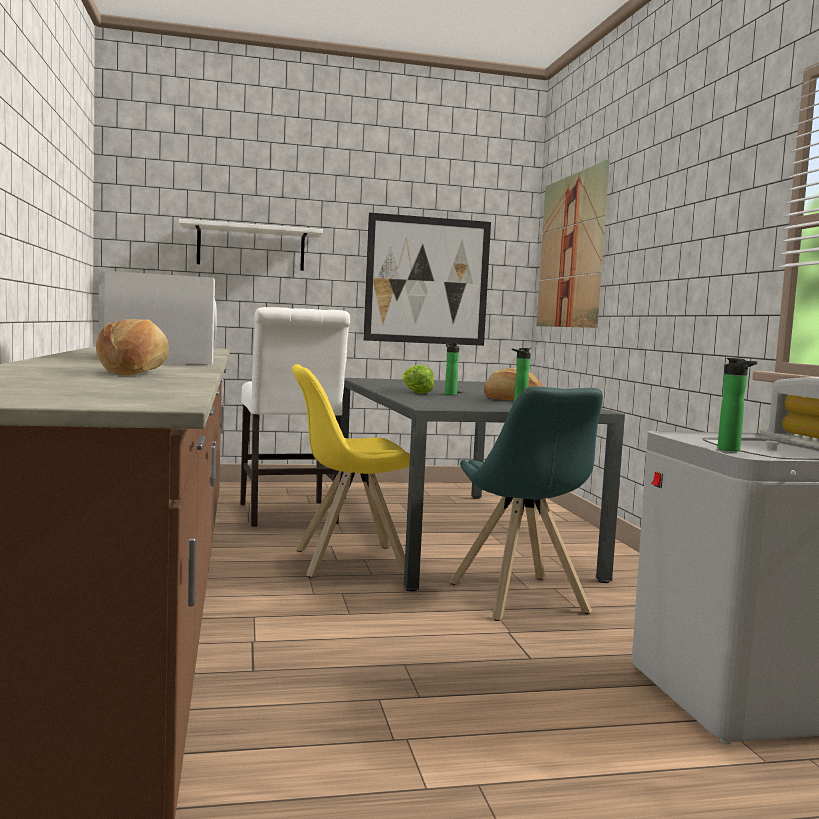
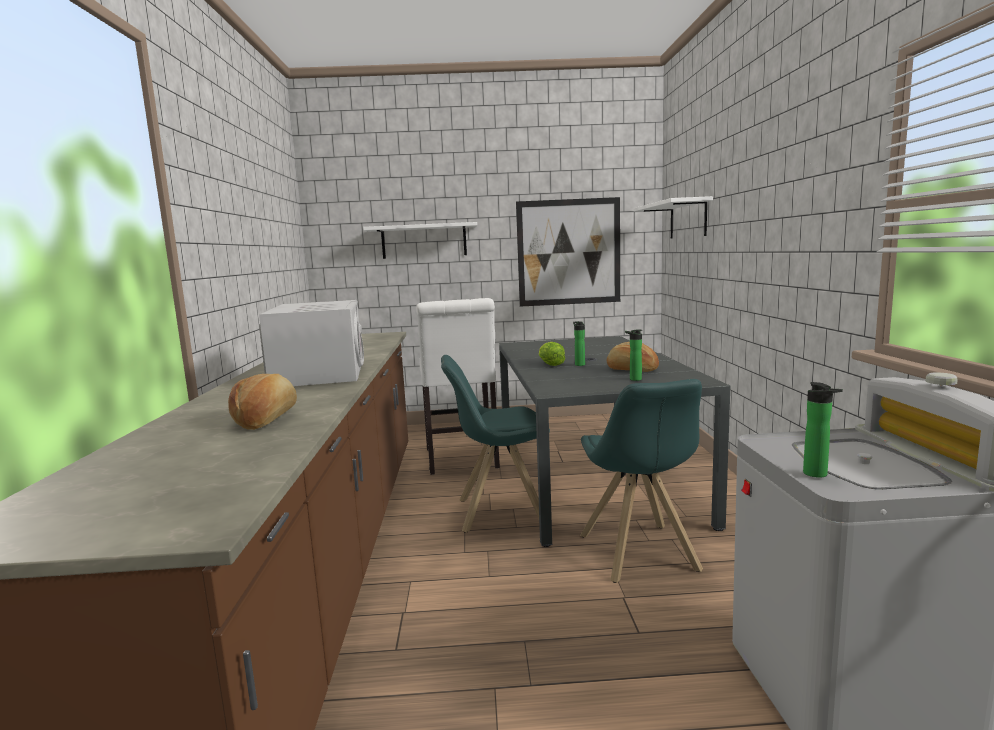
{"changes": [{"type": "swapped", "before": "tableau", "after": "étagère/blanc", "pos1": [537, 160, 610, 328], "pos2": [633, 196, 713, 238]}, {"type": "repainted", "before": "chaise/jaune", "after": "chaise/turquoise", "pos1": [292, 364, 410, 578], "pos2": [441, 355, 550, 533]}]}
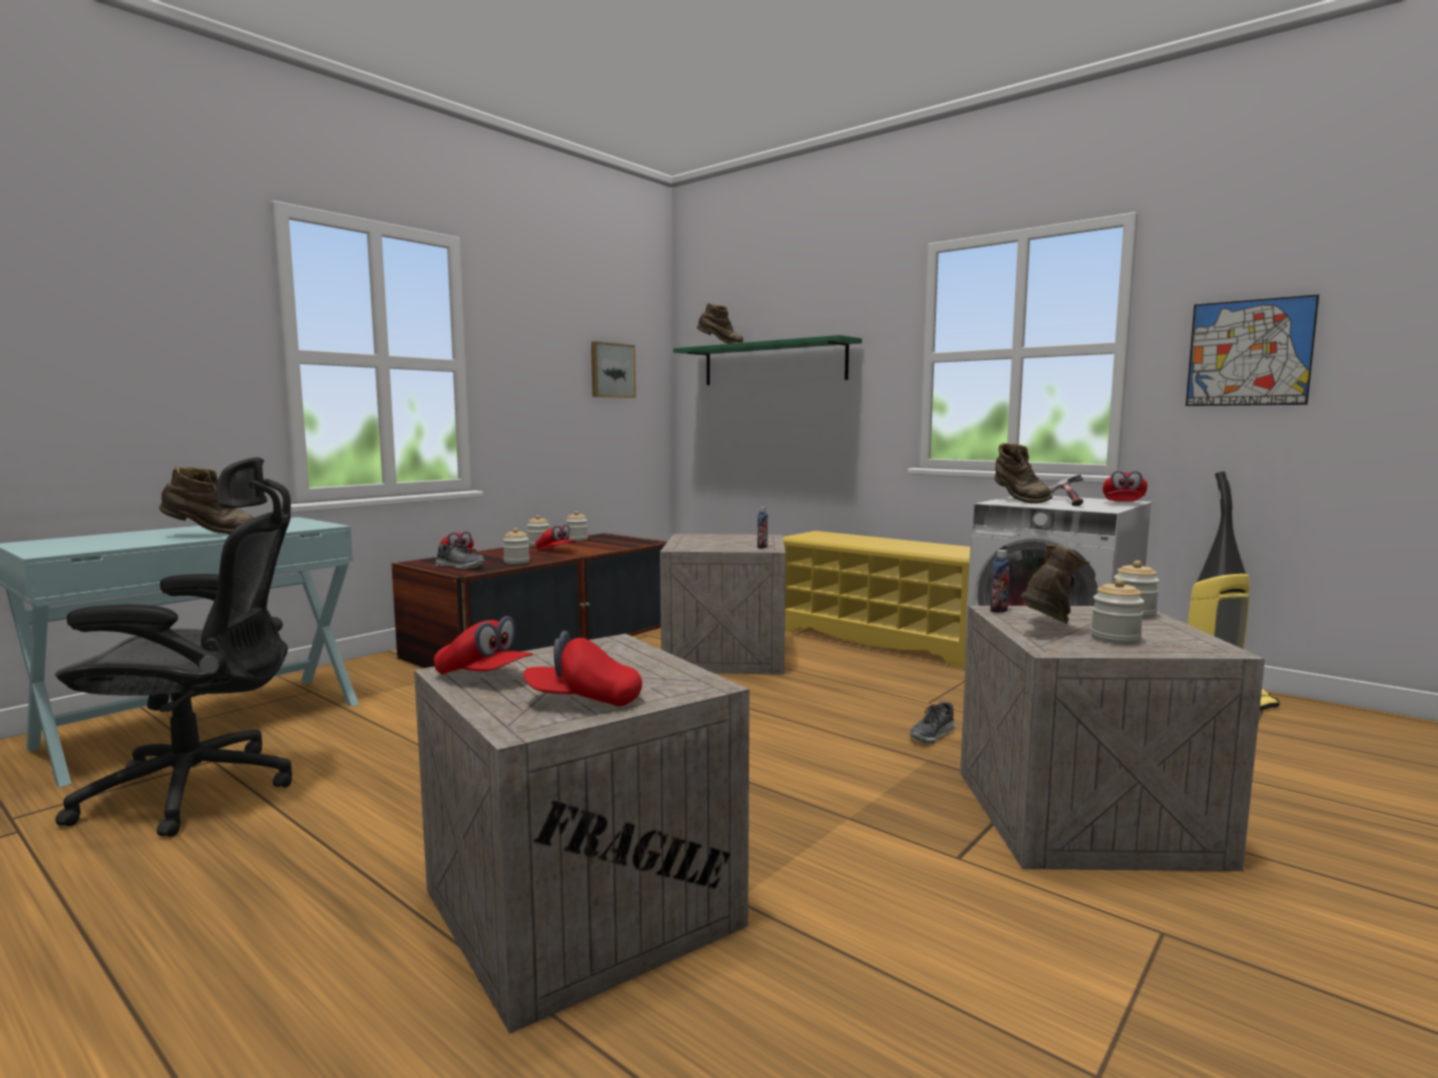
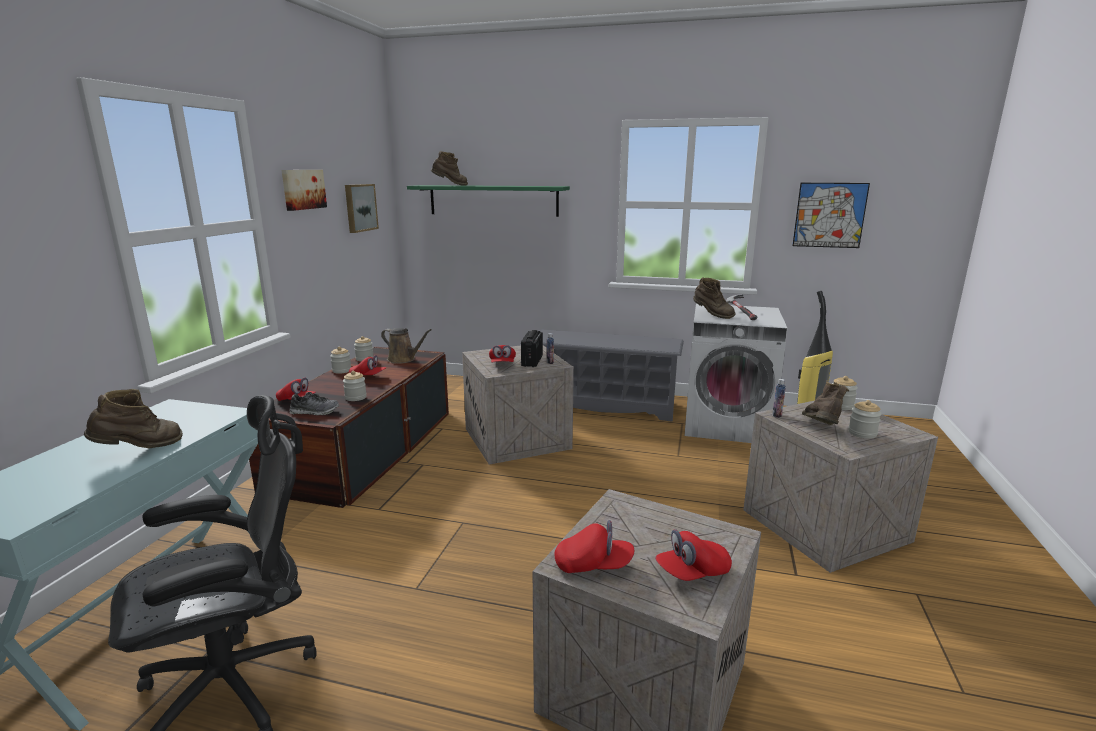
{"changes": [{"type": "shifted", "before": "casquette/rouge", "pos1": [1103, 471, 1147, 502], "pos2": [489, 345, 516, 362]}, {"type": "repainted", "before": "étagère à chaussures/jaune", "after": "étagère à chaussures/gris", "pos1": [783, 531, 970, 668], "pos2": [539, 329, 684, 422]}, {"type": "gone", "before": "chaussure", "pos1": [909, 701, 955, 744]}, {"type": "new", "after": "tableau", "pos2": [282, 170, 327, 211]}, {"type": "new", "after": "arrosoir/marron", "pos2": [381, 328, 432, 364]}, {"type": "new", "after": "radio", "pos2": [521, 330, 543, 367]}]}
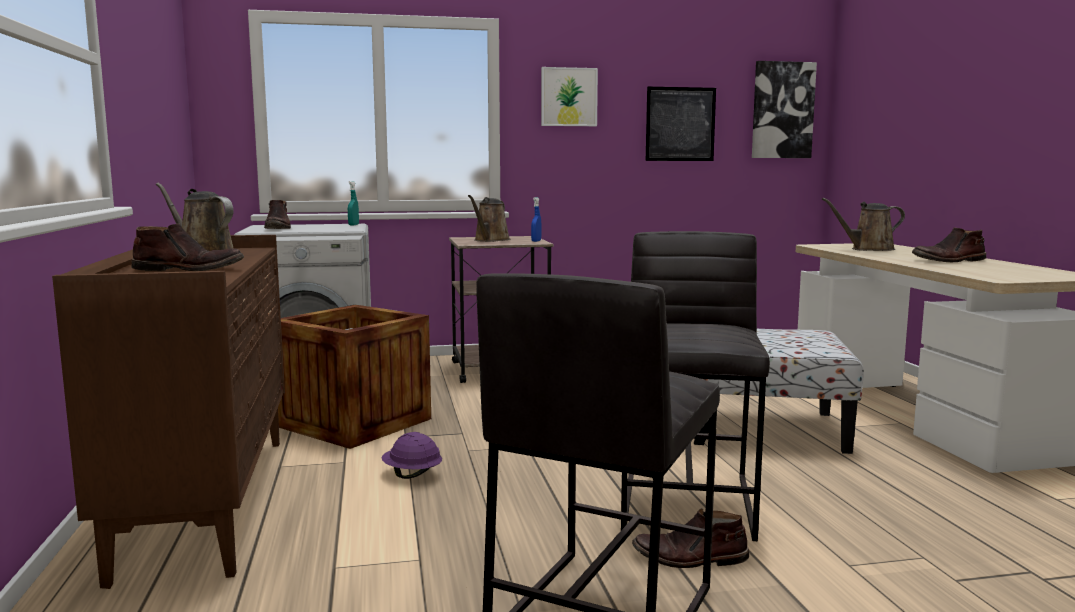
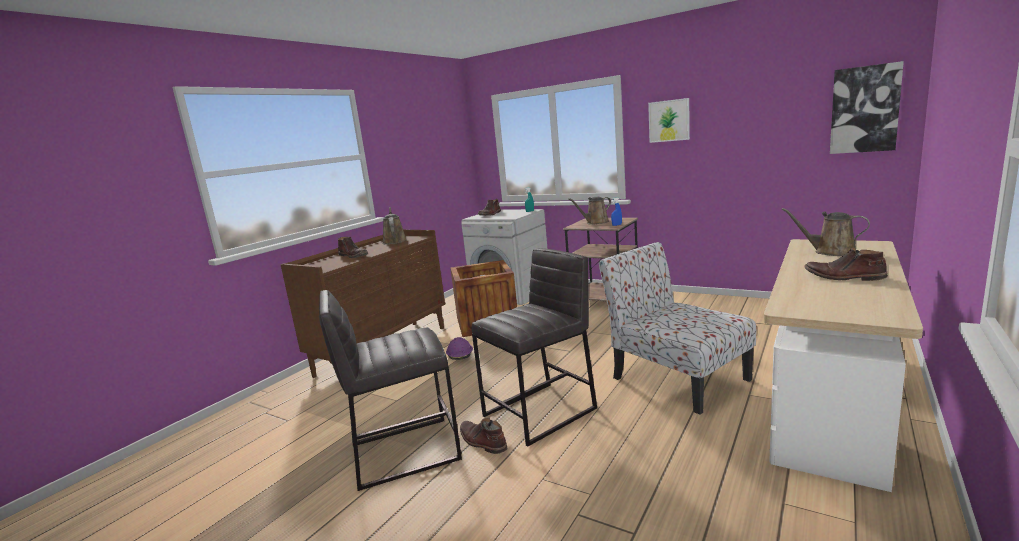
{"changes": [{"type": "gone", "before": "tableau", "pos1": [646, 87, 716, 161]}]}
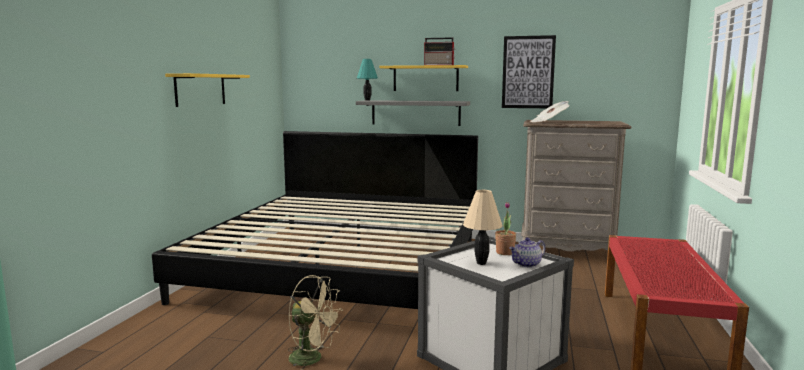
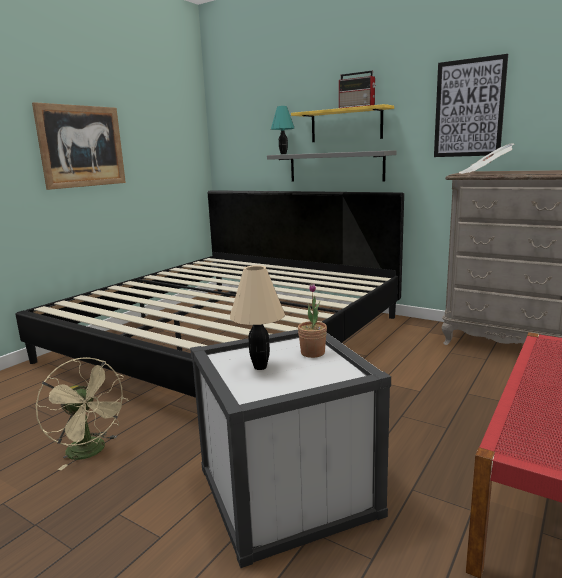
{"changes": [{"type": "swapped", "before": "étagère/jaune", "after": "tableau", "pos1": [165, 73, 250, 107], "pos2": [32, 102, 126, 190]}, {"type": "gone", "before": "théière", "pos1": [509, 238, 546, 268]}]}
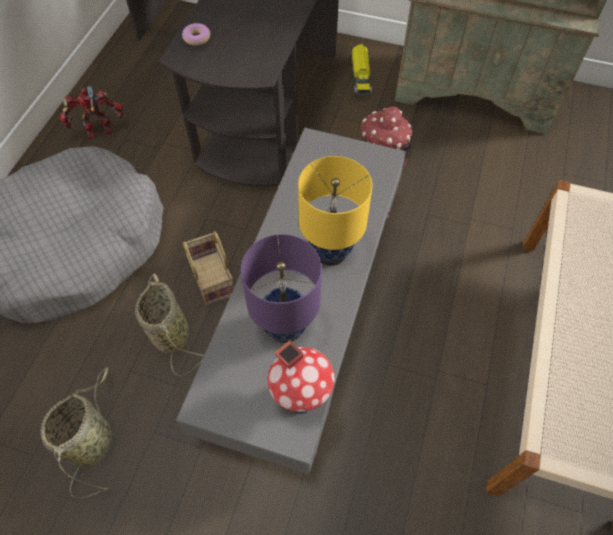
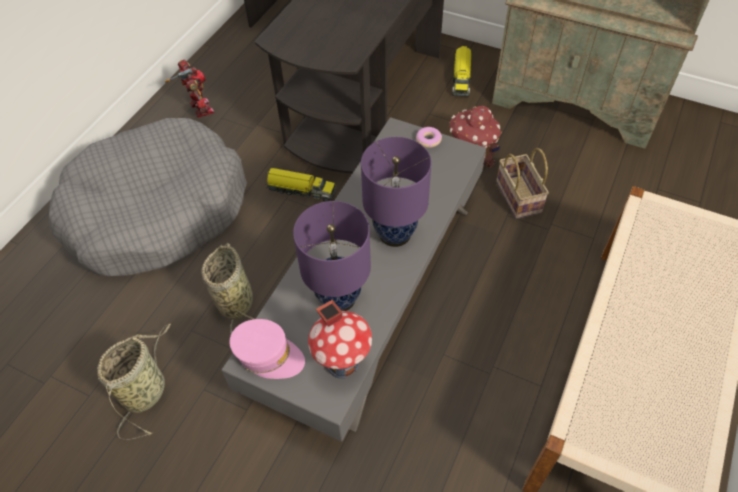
{"changes": [{"type": "shifted", "before": "beignet", "pos1": [182, 23, 211, 46], "pos2": [416, 127, 442, 148]}, {"type": "rotated", "before": "robot jouet", "pos1": [60, 86, 124, 139], "pos2": [165, 59, 214, 118], "turn": 75}, {"type": "repainted", "before": "lampe de table/jaune", "after": "lampe de table/violet", "pos1": [298, 156, 372, 266], "pos2": [361, 137, 432, 247]}, {"type": "shifted", "before": "panier", "pos1": [183, 231, 234, 305], "pos2": [496, 148, 549, 219]}, {"type": "new", "after": "camion jouet", "pos2": [266, 168, 336, 202]}, {"type": "new", "after": "casquette/rose", "pos2": [230, 319, 305, 379]}]}
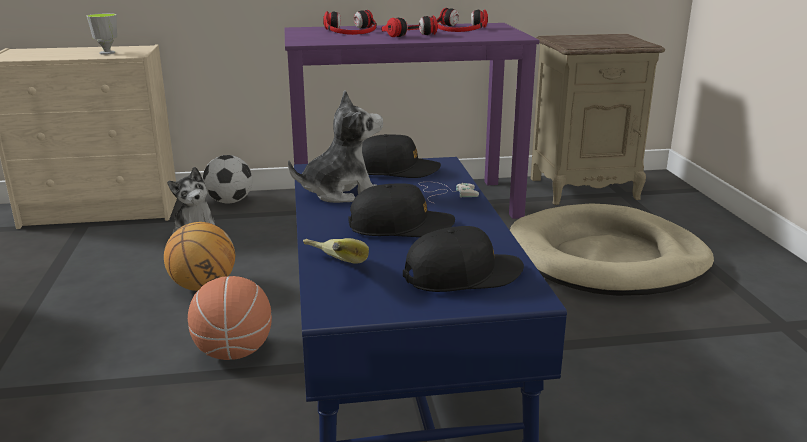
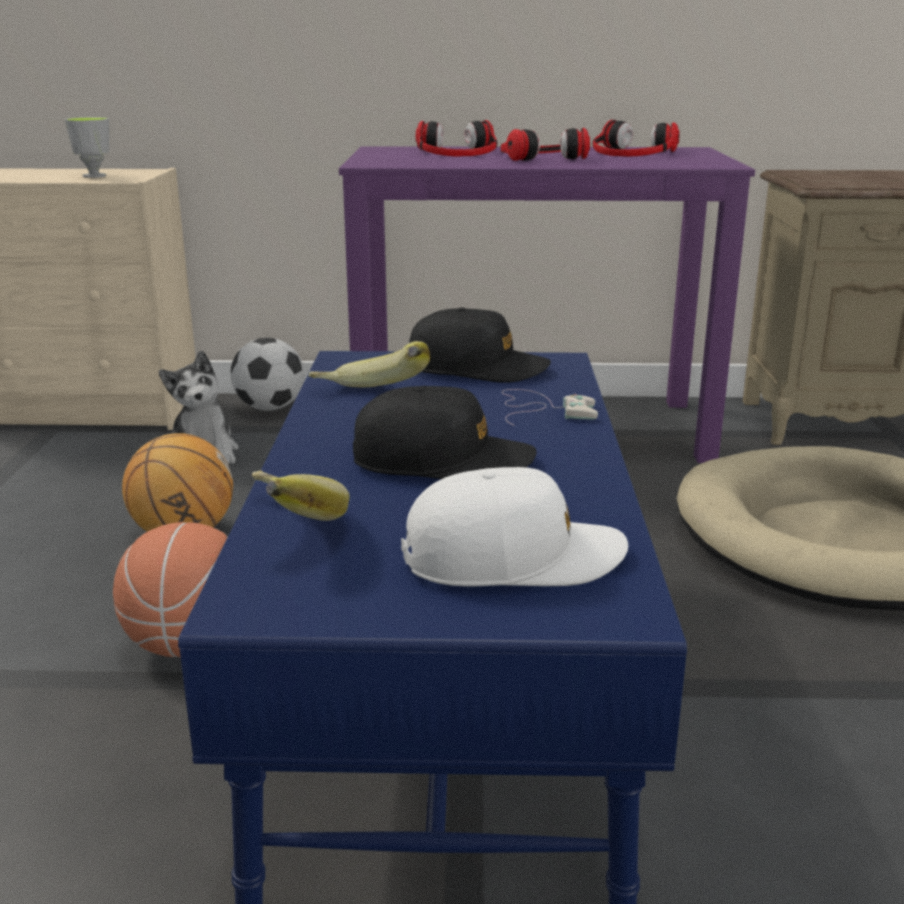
{"changes": [{"type": "swapped", "before": "peluche", "after": "banane", "pos1": [288, 91, 383, 203], "pos2": [308, 341, 430, 387]}, {"type": "repainted", "before": "casquette/noir", "after": "casquette/blanc", "pos1": [403, 226, 524, 292], "pos2": [401, 467, 628, 587]}]}
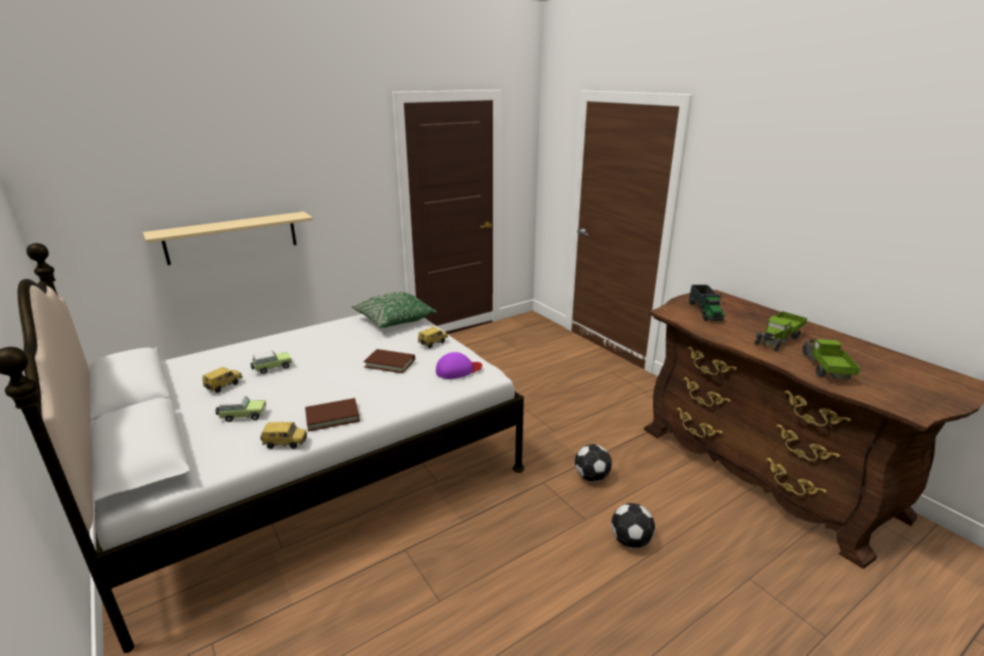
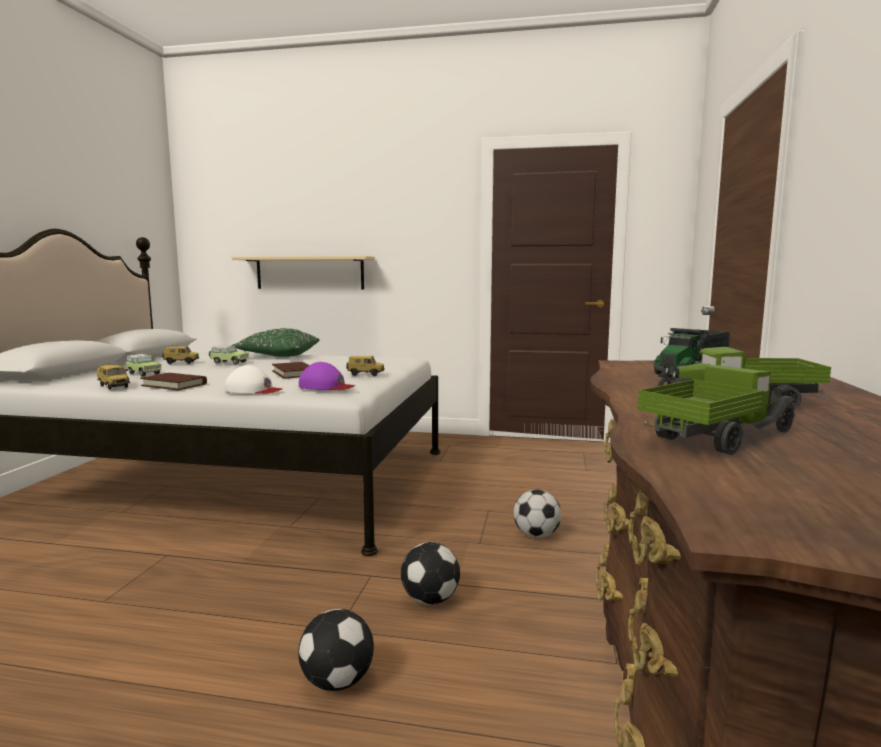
{"changes": [{"type": "shifted", "before": "coussin/vert", "pos1": [352, 292, 437, 328], "pos2": [231, 328, 320, 357]}, {"type": "new", "after": "casquette/blanc", "pos2": [225, 365, 282, 394]}, {"type": "new", "after": "ballon de foot", "pos2": [514, 490, 561, 538]}]}
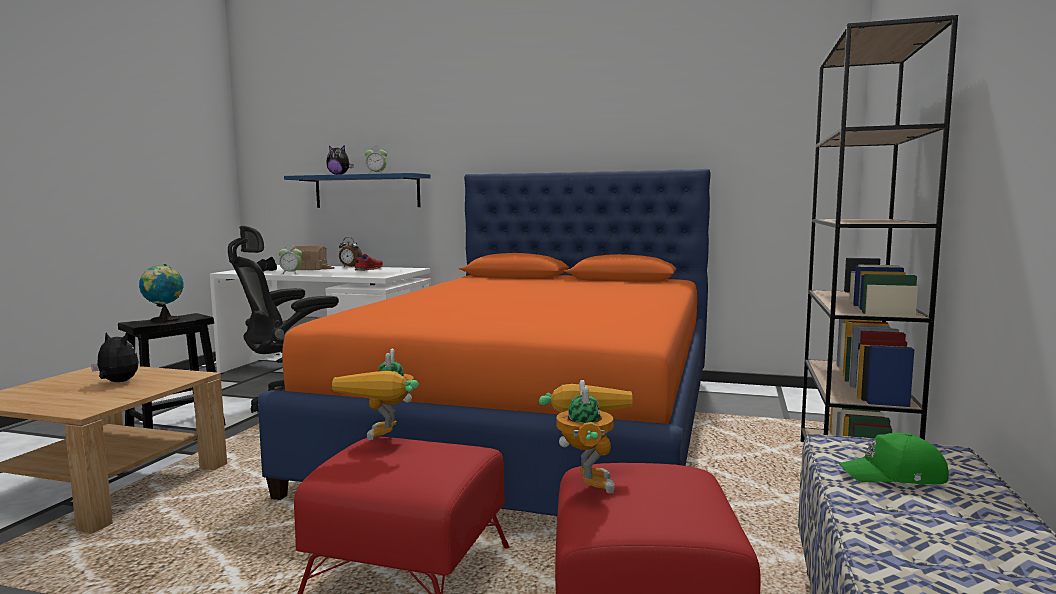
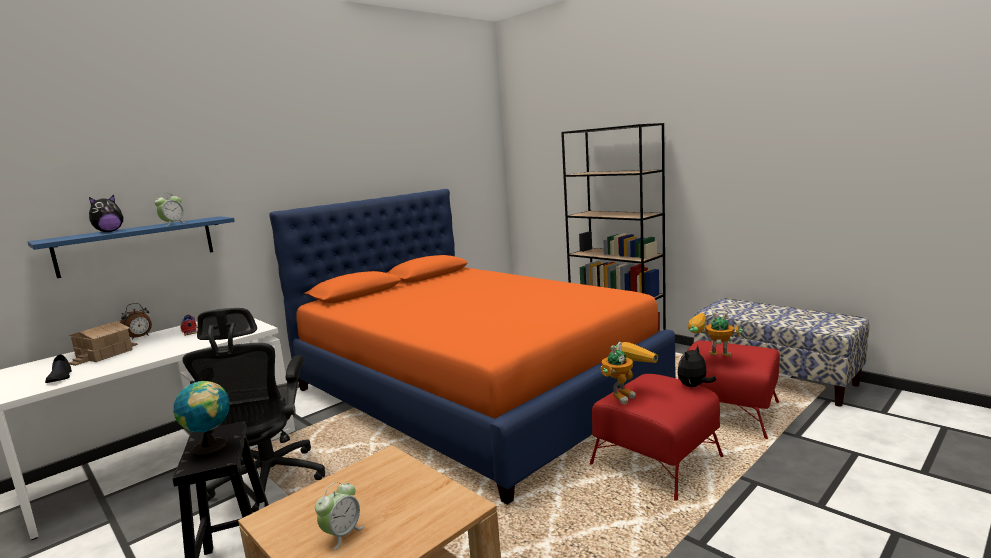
{"changes": [{"type": "shifted", "before": "réveil", "pos1": [279, 245, 302, 274], "pos2": [315, 482, 363, 550]}, {"type": "shifted", "before": "peluche", "pos1": [91, 332, 139, 382], "pos2": [677, 345, 716, 387]}, {"type": "rotated", "before": "robot jouet", "pos1": [332, 349, 419, 440], "pos2": [600, 342, 658, 404], "turn": -75}, {"type": "gone", "before": "casquette/vert", "pos1": [839, 433, 949, 484]}]}
